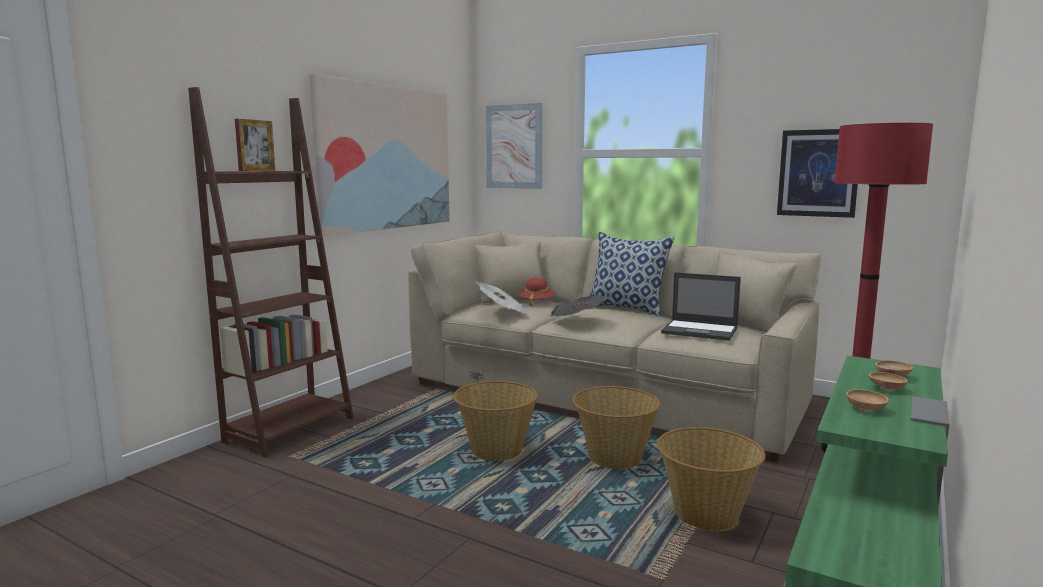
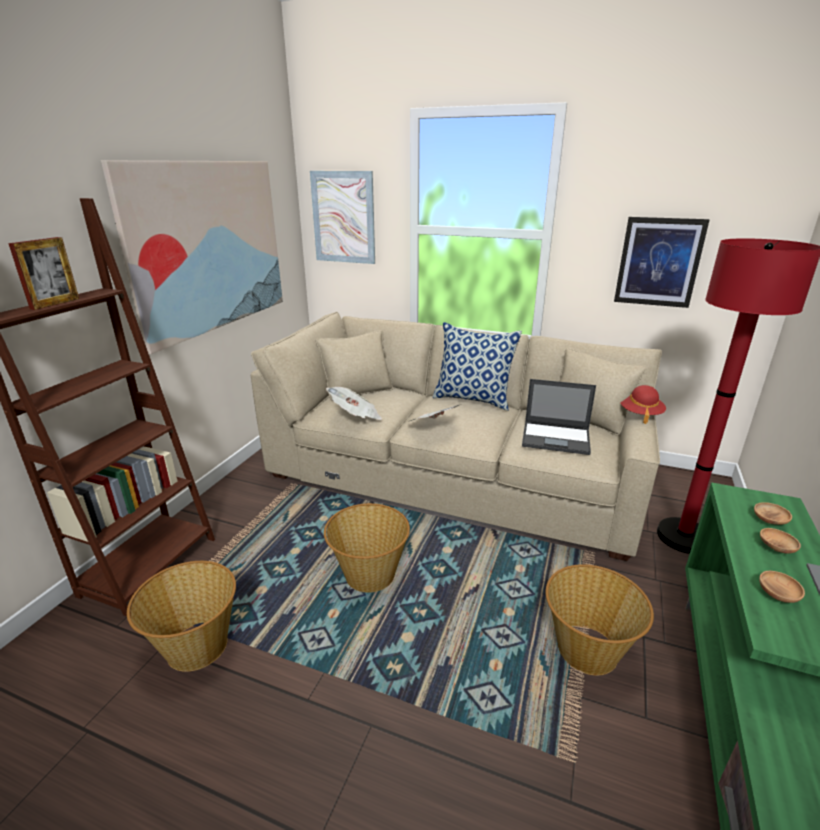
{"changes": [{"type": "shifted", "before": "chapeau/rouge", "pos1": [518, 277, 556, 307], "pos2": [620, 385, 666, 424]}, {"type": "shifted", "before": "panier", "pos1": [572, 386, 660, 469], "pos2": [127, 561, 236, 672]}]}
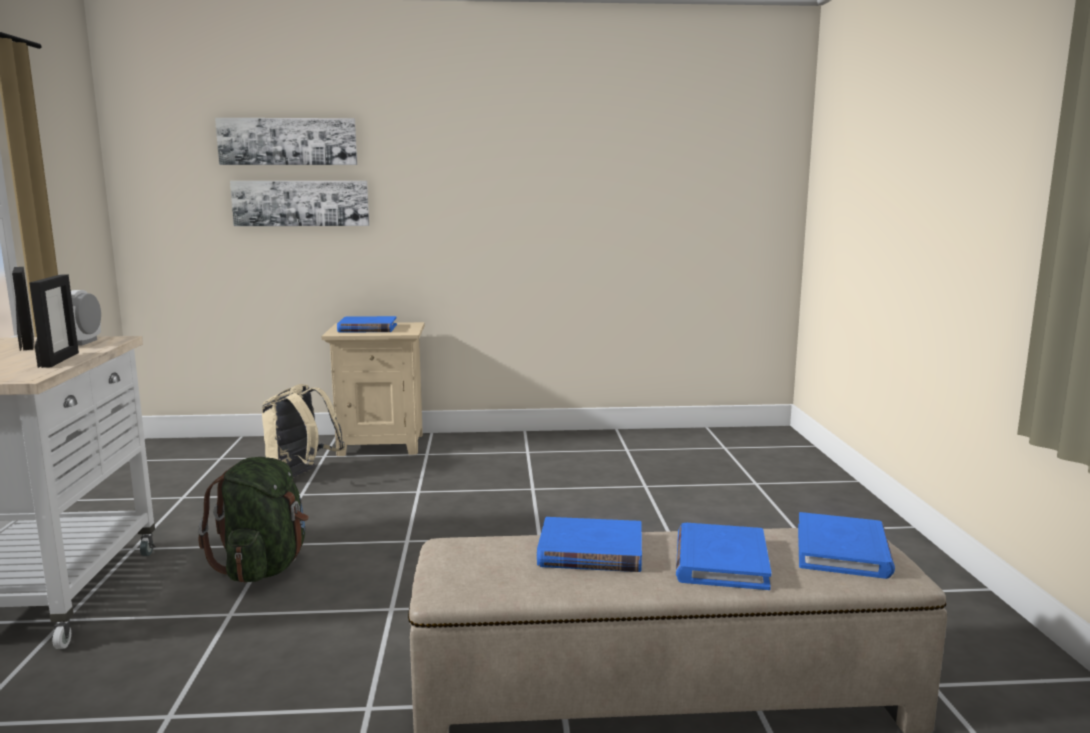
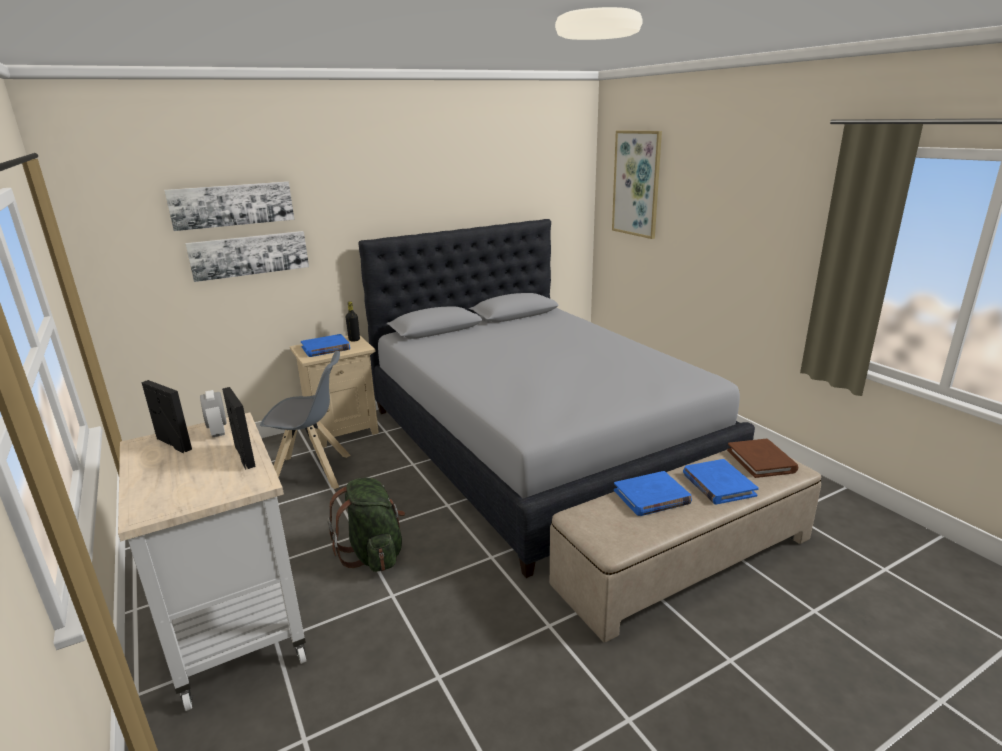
{"changes": [{"type": "swapped", "before": "sac à dos/beige", "after": "chaise/gris", "pos1": [262, 384, 345, 478], "pos2": [260, 351, 351, 489]}, {"type": "repainted", "before": "livre/bleu", "after": "livre/marron", "pos1": [798, 512, 895, 579], "pos2": [727, 439, 798, 478]}, {"type": "new", "after": "tableau", "pos2": [612, 131, 662, 239]}, {"type": "new", "after": "lit/gris", "pos2": [358, 219, 755, 578]}, {"type": "new", "after": "bouteille/noir", "pos2": [345, 302, 360, 341]}]}
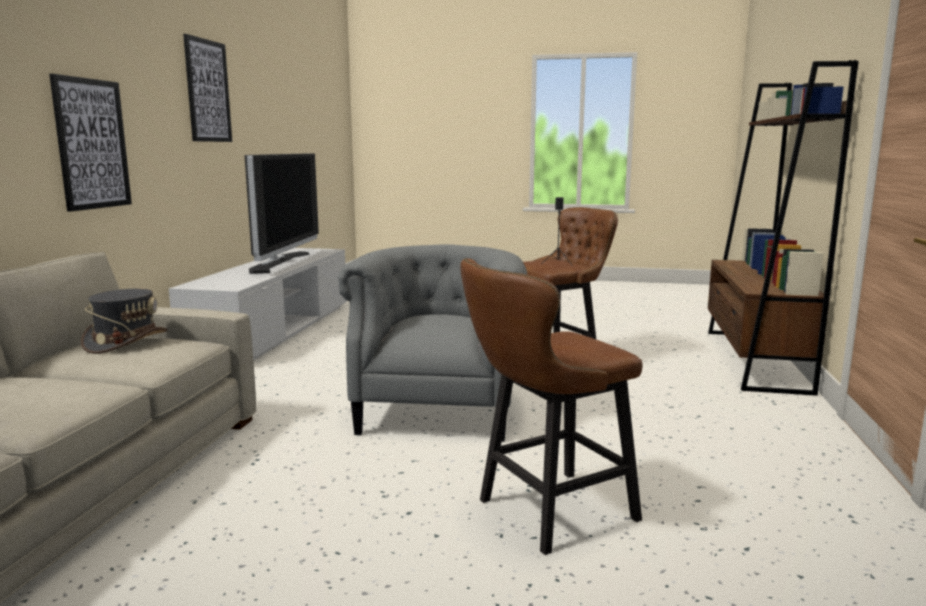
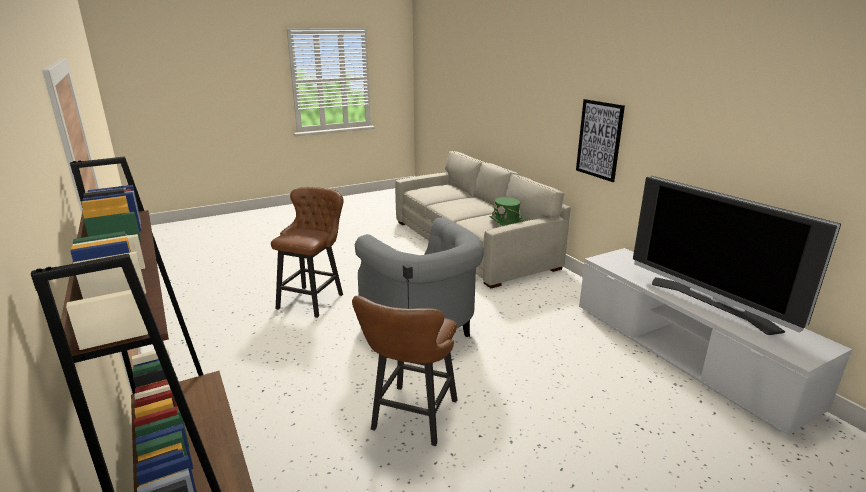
{"changes": [{"type": "gone", "before": "tableau", "pos1": [183, 34, 232, 142]}, {"type": "repainted", "before": "chapeau/gris", "after": "chapeau/vert", "pos1": [81, 289, 168, 354], "pos2": [489, 197, 524, 226]}]}
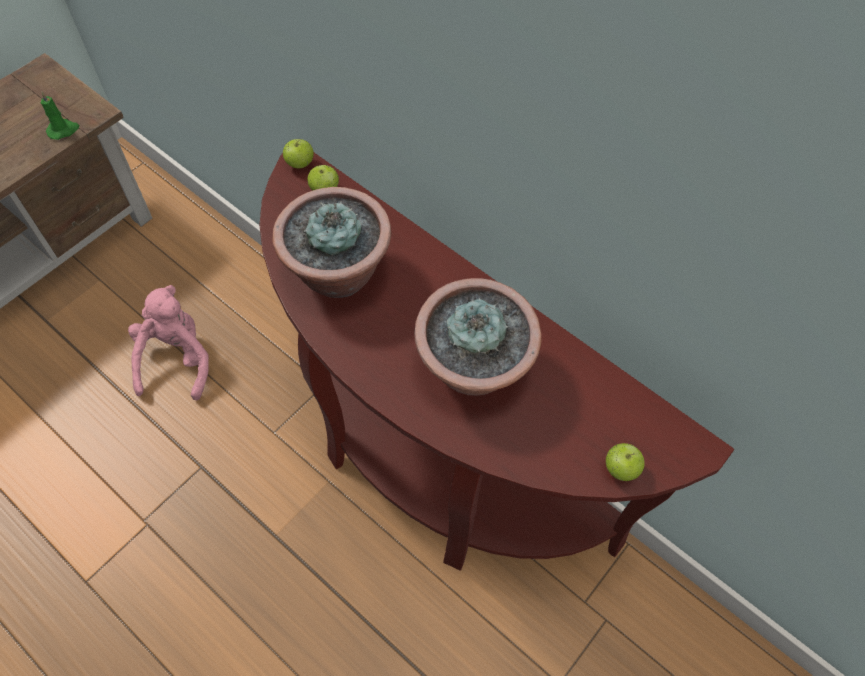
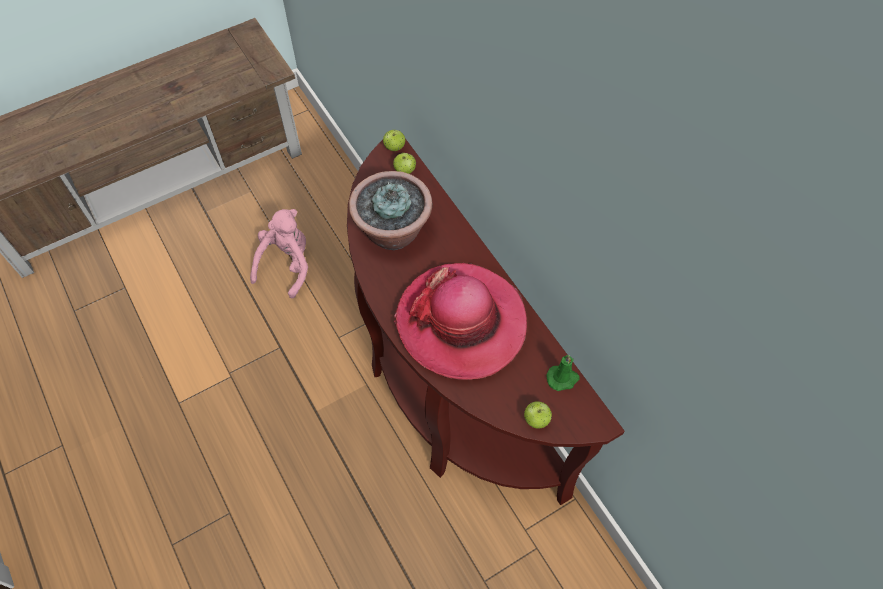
{"changes": [{"type": "shifted", "before": "bougie/vert", "pos1": [41, 92, 79, 140], "pos2": [546, 355, 580, 391]}, {"type": "swapped", "before": "plante en pot", "after": "chapeau", "pos1": [414, 278, 542, 396], "pos2": [394, 263, 527, 380]}]}
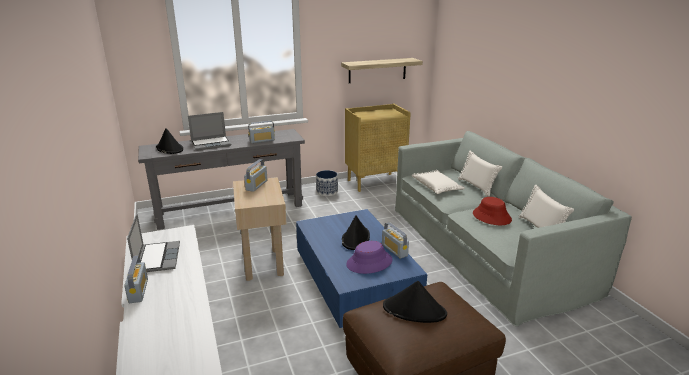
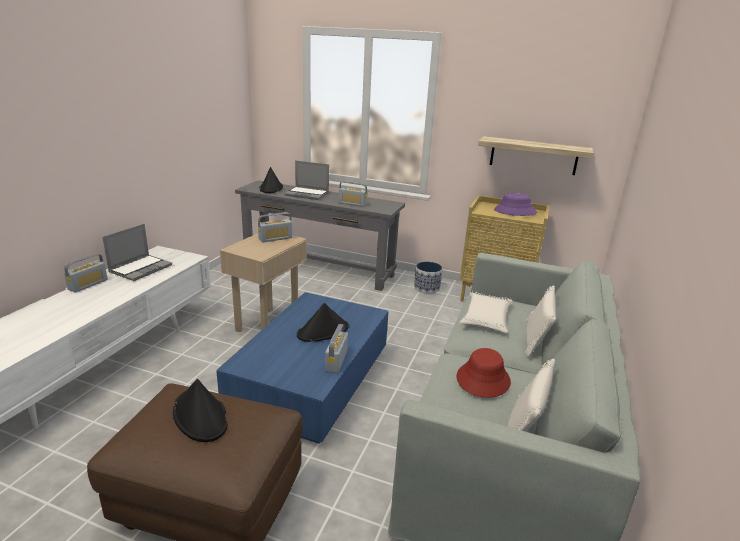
{"changes": [{"type": "shifted", "before": "chapeau/violet", "pos1": [346, 241, 393, 274], "pos2": [494, 193, 537, 216]}]}
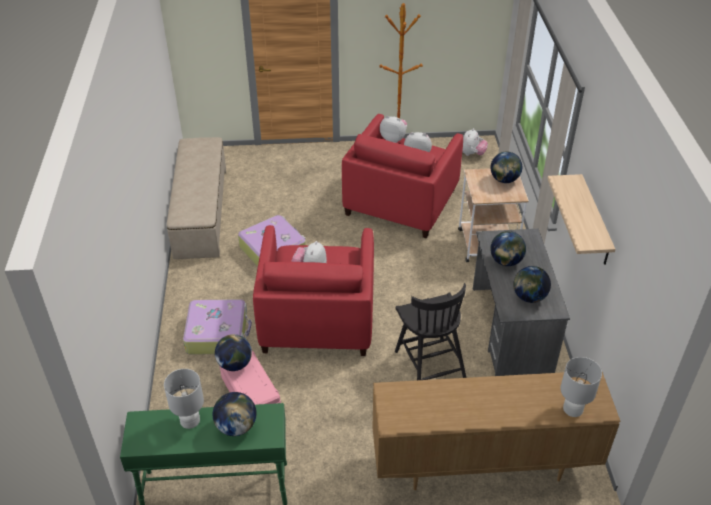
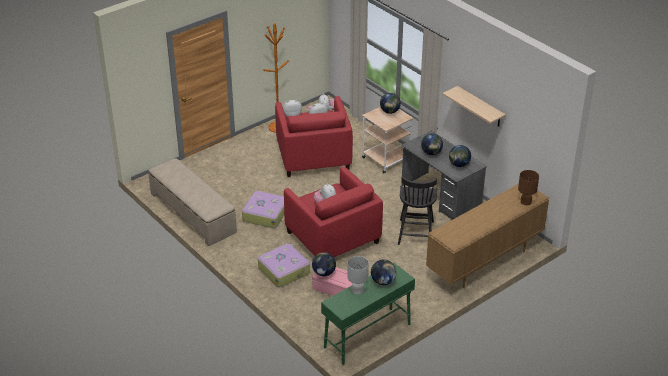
{"changes": [{"type": "rotated", "before": "chaise/noir", "pos1": [395, 283, 466, 380], "pos2": [398, 176, 437, 245], "turn": 60}, {"type": "repainted", "before": "lampe de table/gris", "after": "lampe de table/marron", "pos1": [560, 357, 602, 417], "pos2": [518, 170, 539, 205]}]}
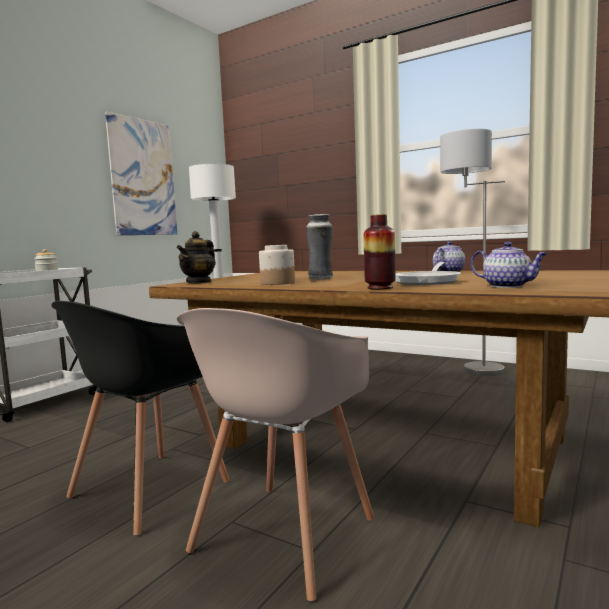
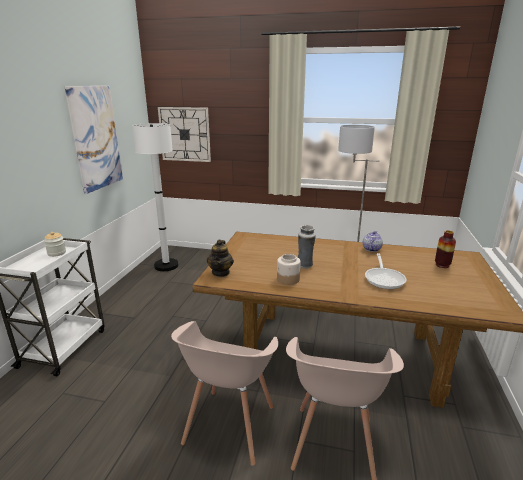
{"changes": [{"type": "shifted", "before": "vase", "pos1": [364, 214, 395, 289], "pos2": [435, 230, 456, 268]}, {"type": "gone", "before": "théière", "pos1": [471, 242, 548, 288]}, {"type": "repainted", "before": "chaise/noir", "after": "chaise/beige", "pos1": [51, 301, 230, 535], "pos2": [171, 321, 278, 466]}, {"type": "new", "after": "horloge murale", "pos2": [158, 107, 211, 162]}]}
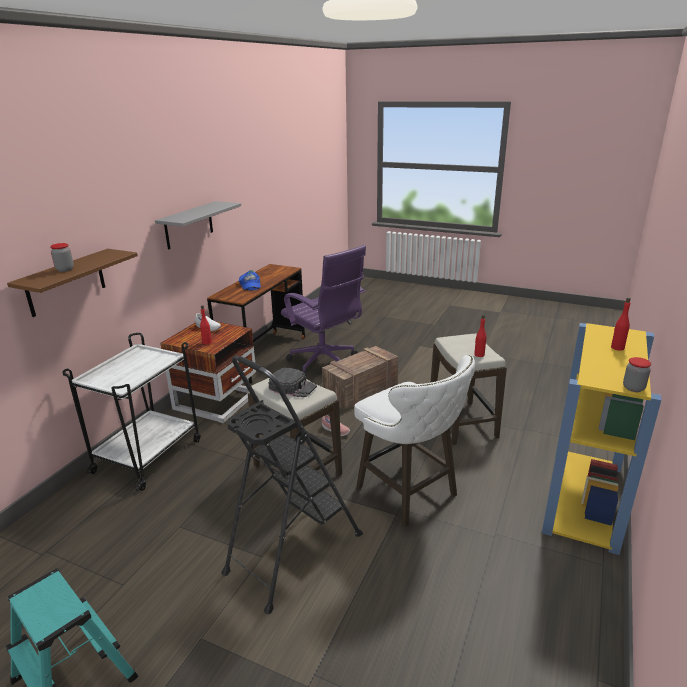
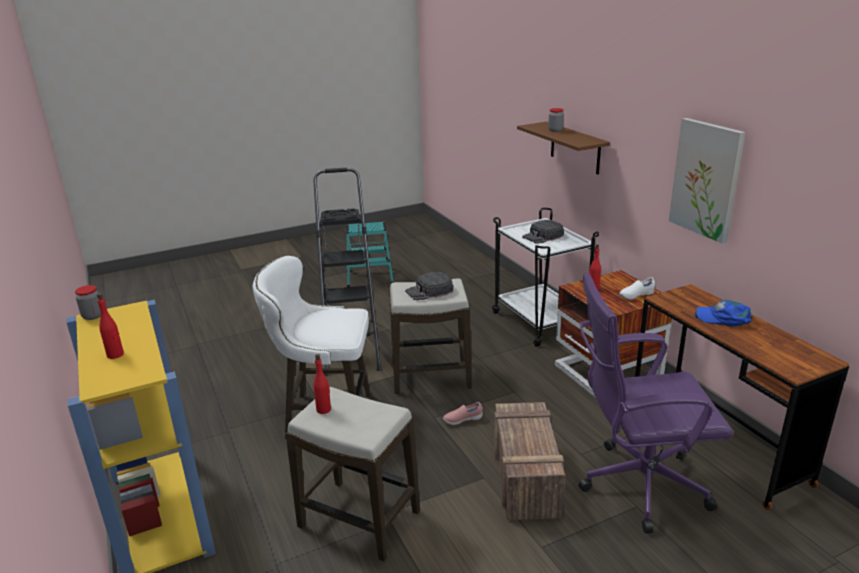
{"changes": [{"type": "swapped", "before": "étagère/gris", "after": "tableau", "pos1": [155, 201, 241, 249], "pos2": [669, 118, 745, 243]}, {"type": "new", "after": "casquette/noir", "pos2": [522, 220, 564, 244]}]}
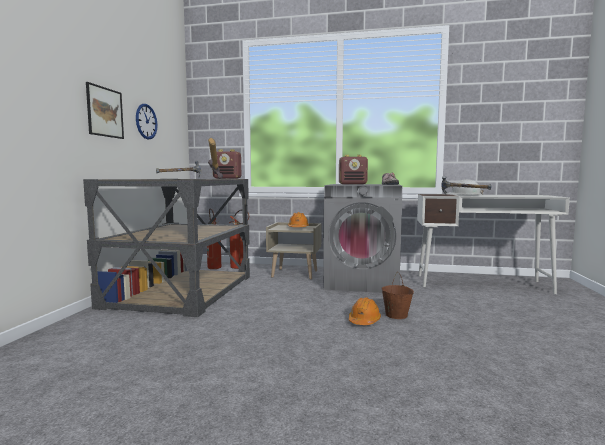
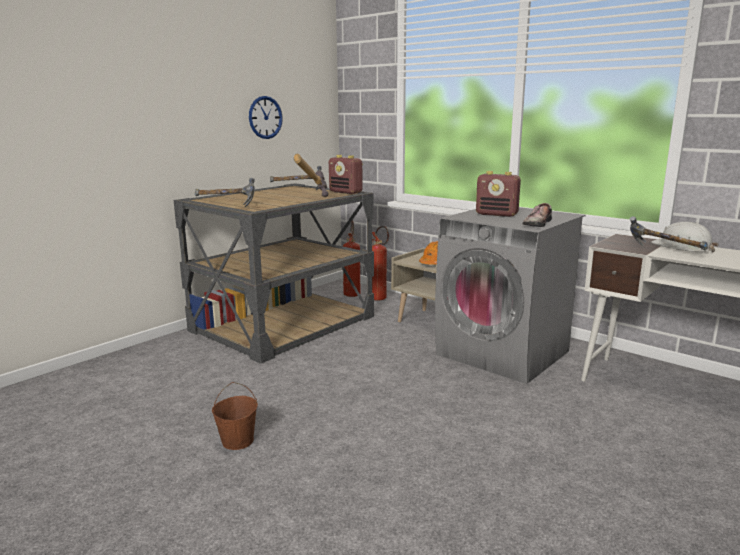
{"changes": [{"type": "gone", "before": "tableau", "pos1": [86, 82, 124, 139]}, {"type": "shifted", "before": "seau/marron", "pos1": [381, 271, 414, 319], "pos2": [212, 382, 258, 450]}, {"type": "gone", "before": "casque de chantier/orange", "pos1": [349, 297, 381, 325]}, {"type": "new", "after": "marteau", "pos2": [195, 178, 255, 207]}]}
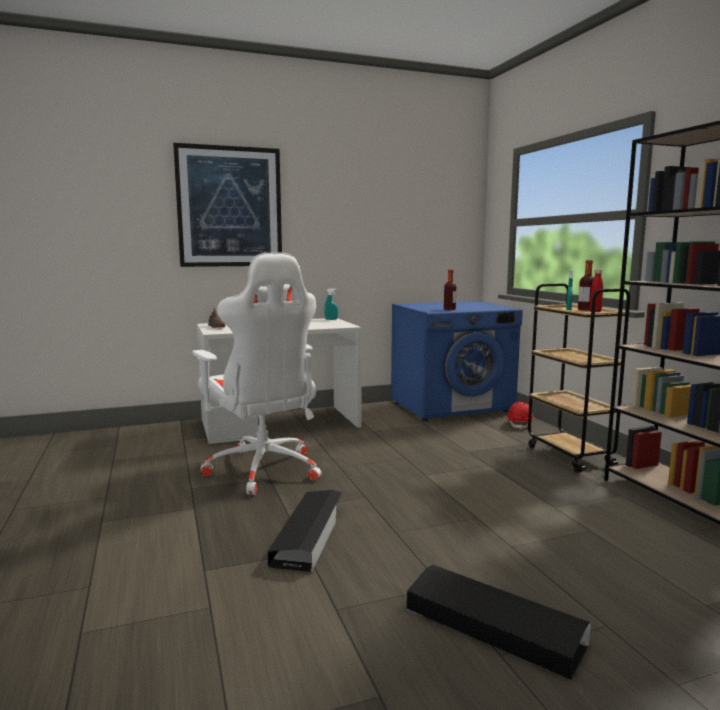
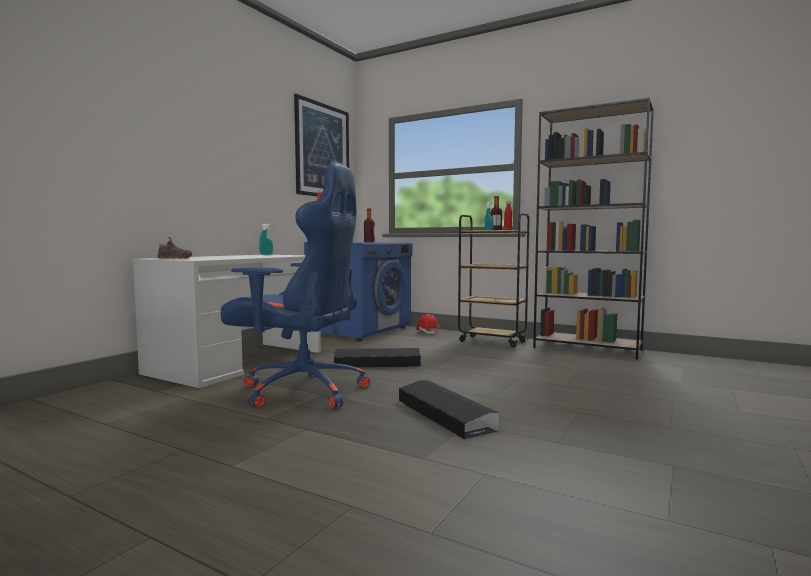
{"changes": [{"type": "shifted", "before": "tableau", "pos1": [173, 143, 282, 267], "pos2": [294, 94, 349, 196]}, {"type": "repainted", "before": "chaise de bureau/blanc", "after": "chaise de bureau/bleu", "pos1": [192, 253, 321, 495], "pos2": [221, 161, 370, 408]}, {"type": "shifted", "before": "boîte de rangement/noir", "pos1": [407, 565, 591, 680], "pos2": [334, 348, 421, 367]}]}
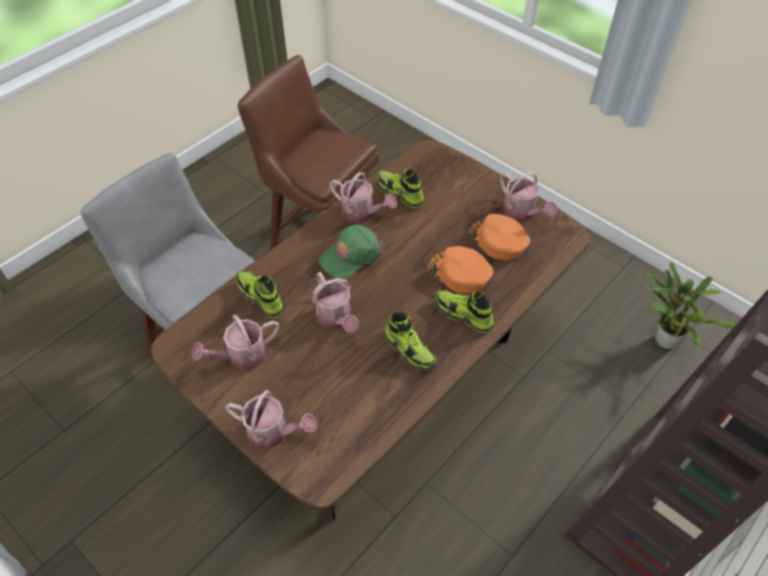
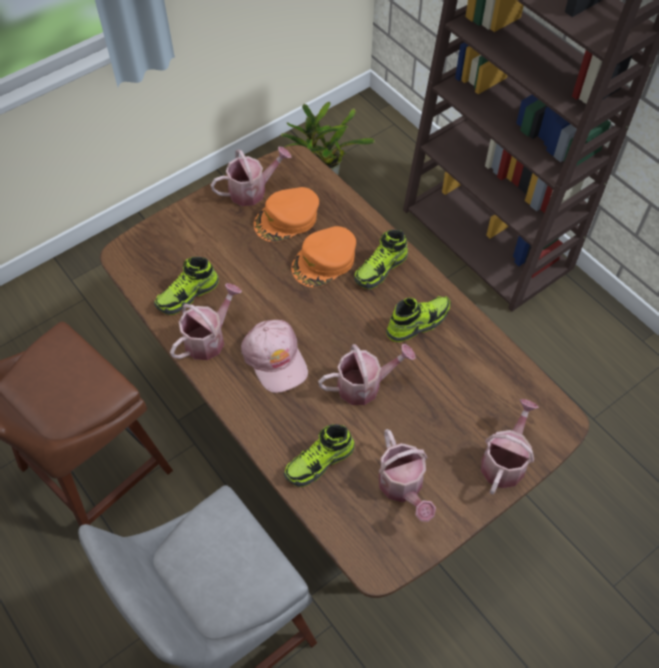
{"changes": [{"type": "repainted", "before": "casquette/vert", "after": "casquette/rose", "pos1": [319, 224, 382, 279], "pos2": [241, 320, 308, 393]}]}
